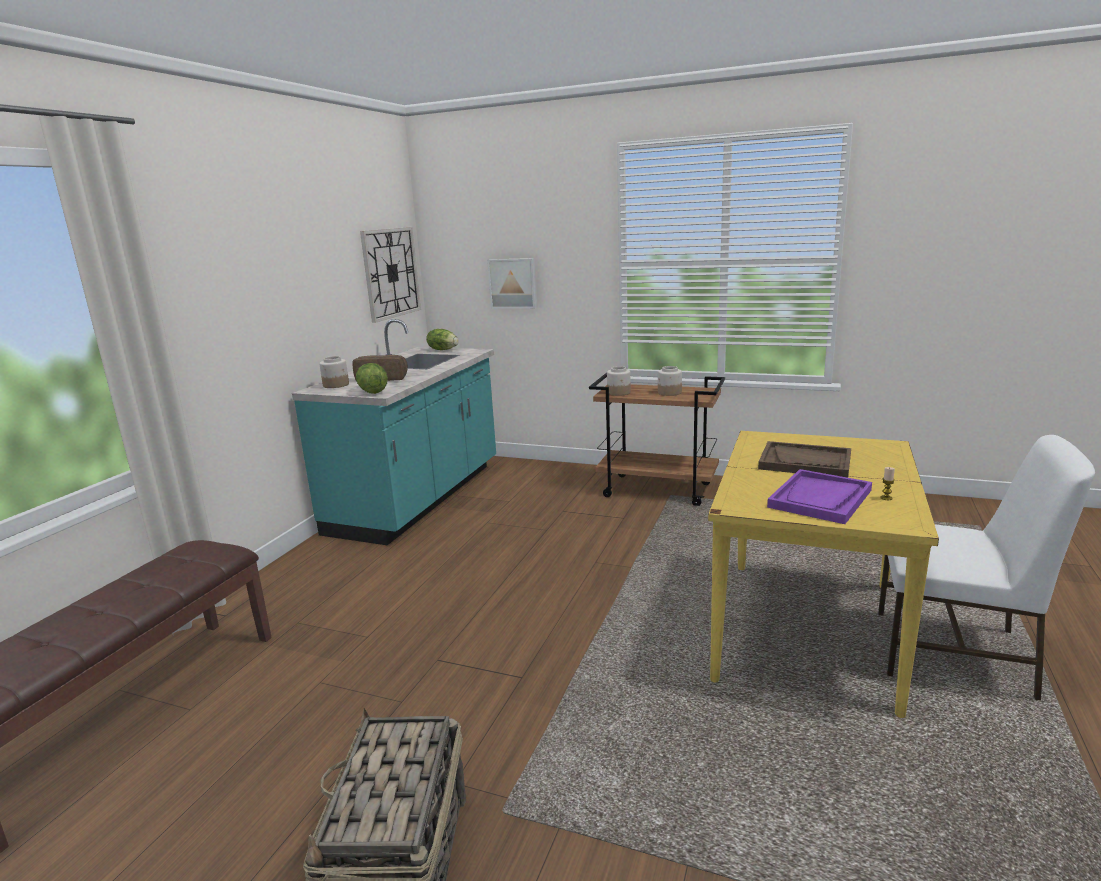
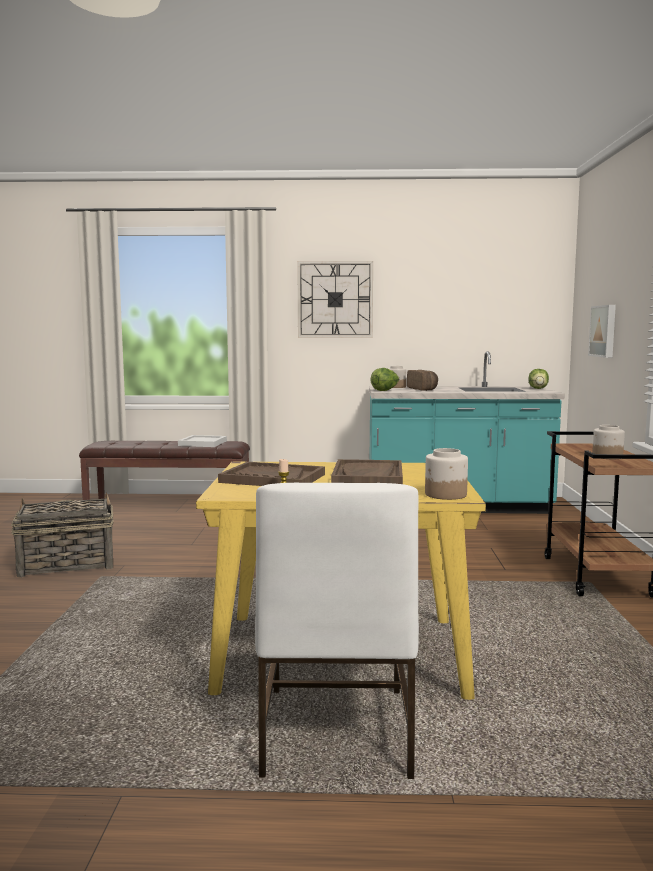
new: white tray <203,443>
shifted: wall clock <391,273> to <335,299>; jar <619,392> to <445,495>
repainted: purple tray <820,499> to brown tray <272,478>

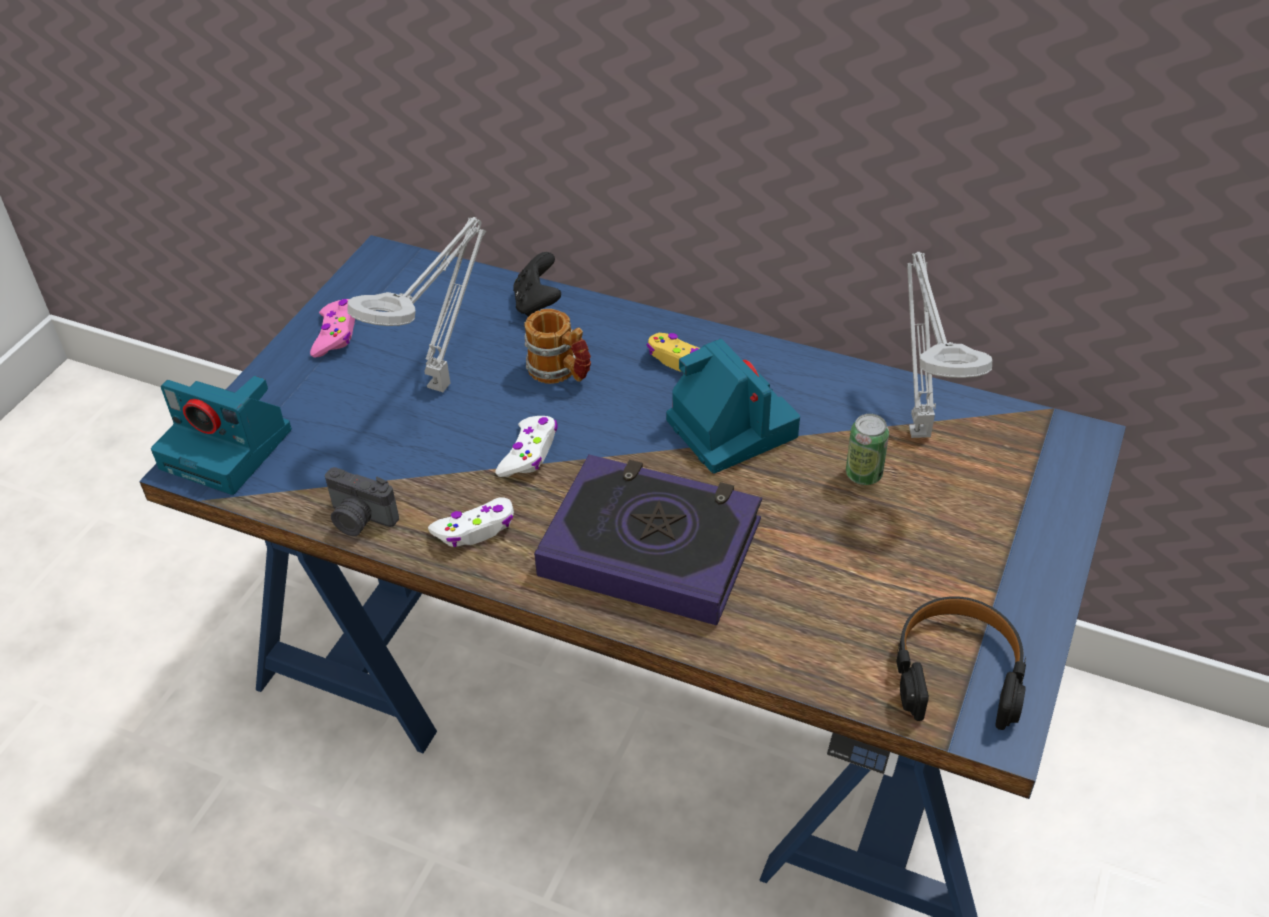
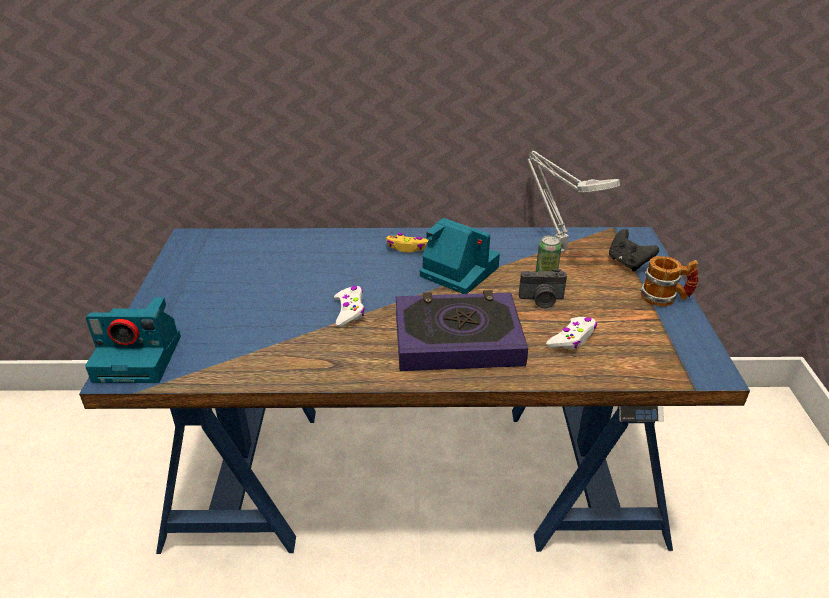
gone: pink game controller <336,334>; grey table lamp <442,383>; black headphones <957,671>
shifted: photo camera <359,519> to <541,300>; white game controller <476,529> to <572,339>; black game controller <537,304> to <628,263>; mug <560,372> to <665,298>

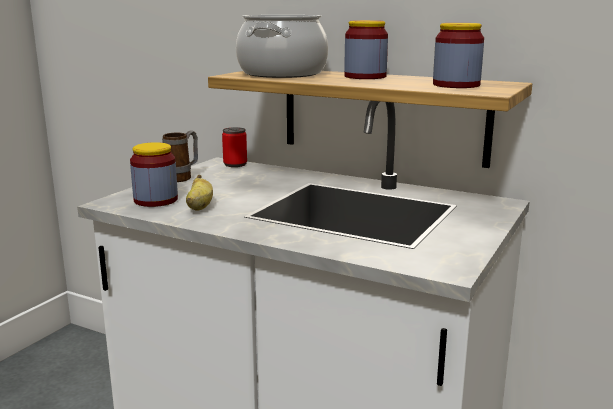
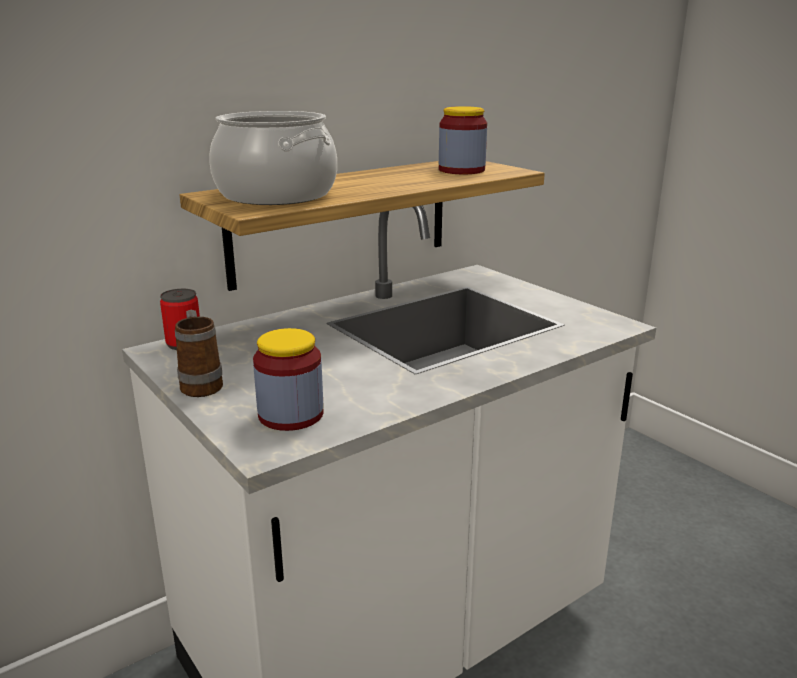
gone: banana <199,207>; jar <365,76>

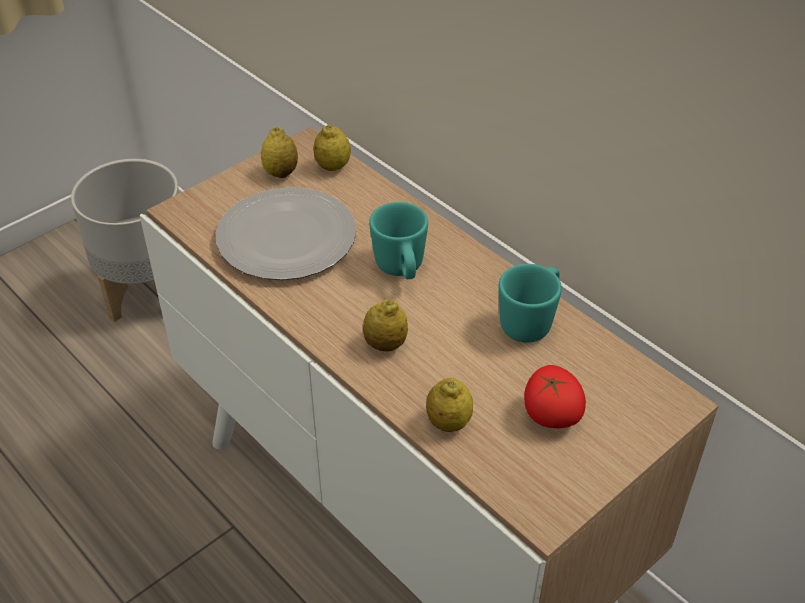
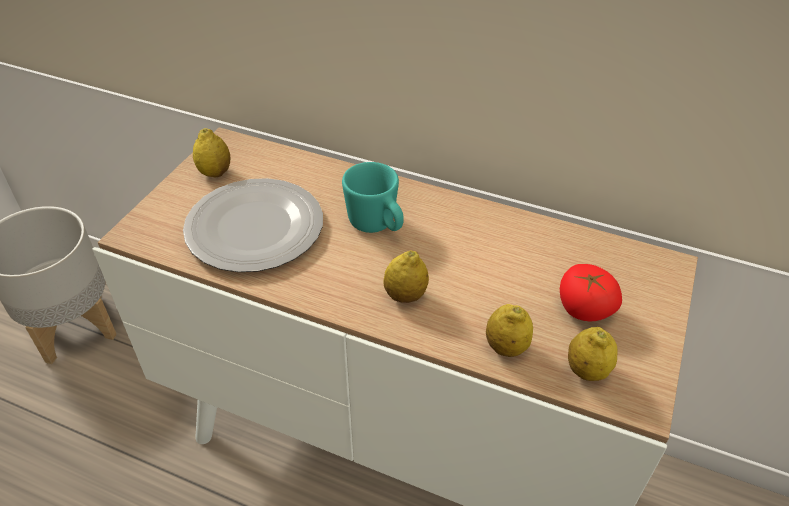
gone: turquoise mug <530,322>
shifted: lemon <333,166> to <586,370>

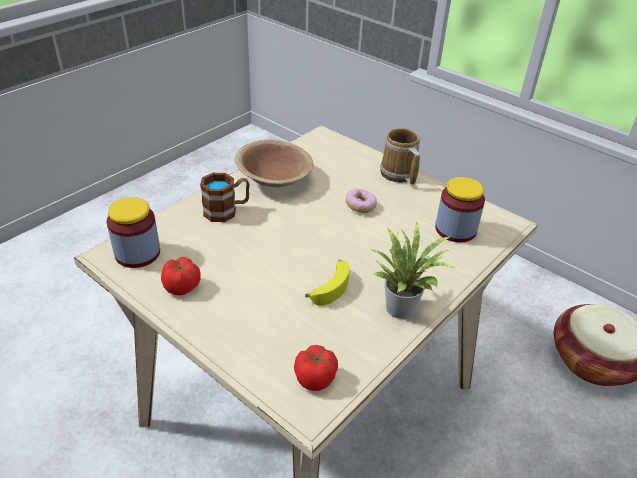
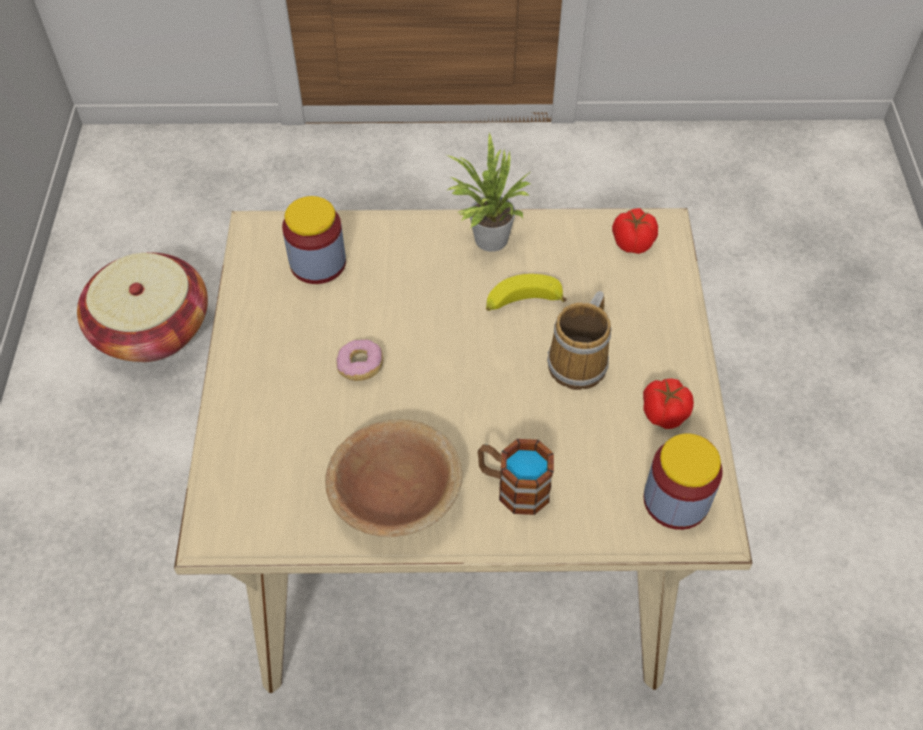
shifted: mug <398,174> to <581,362>

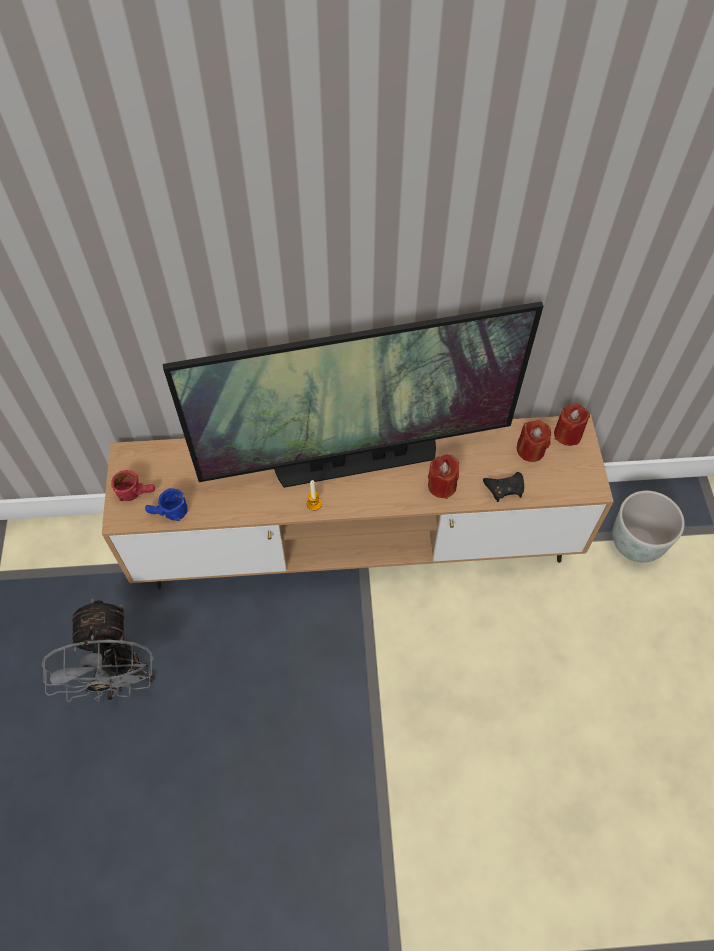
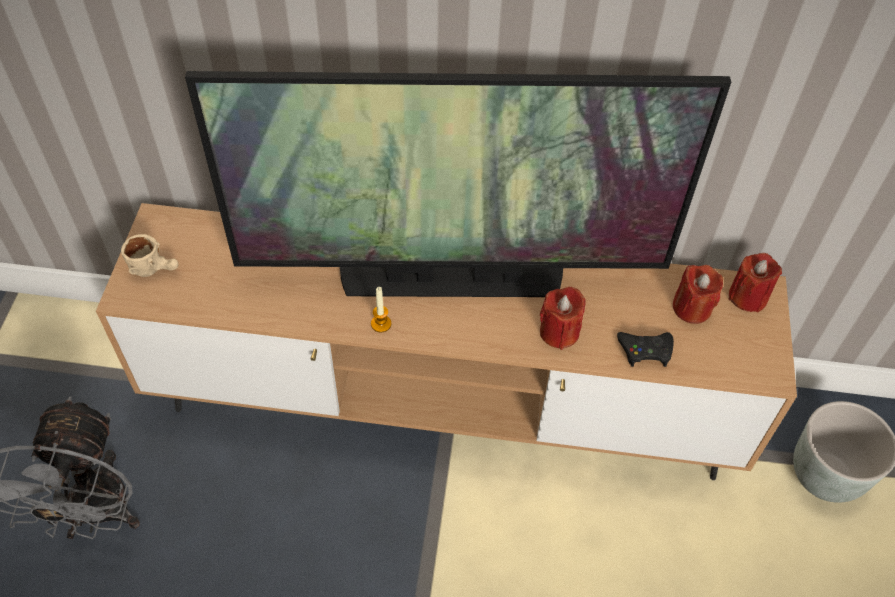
gone: blue mug <168,514>
repainted: red mug <137,492> to beige mug <156,268>

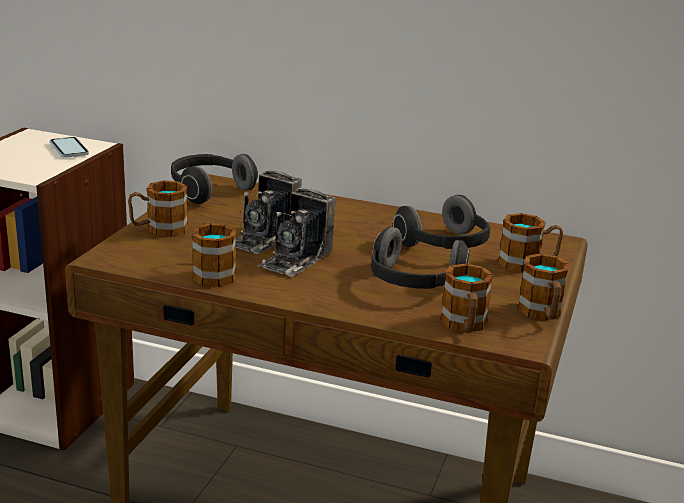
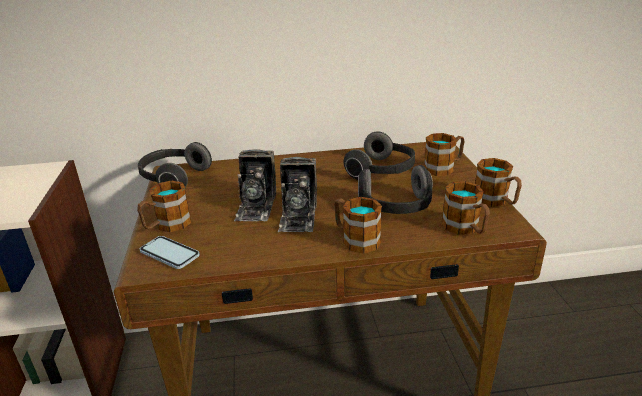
shifted: phone <69,149> to <169,254>; mug <212,273> to <355,239>

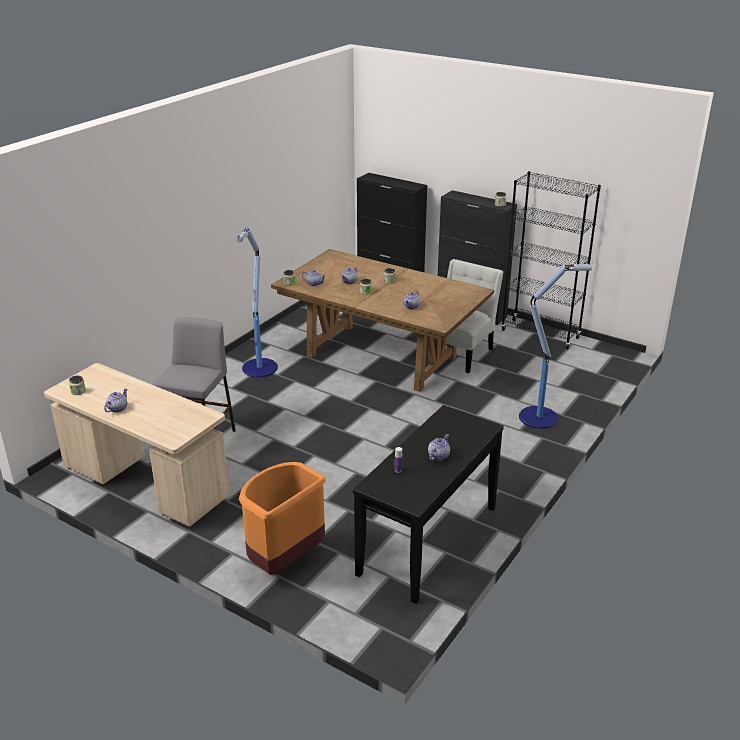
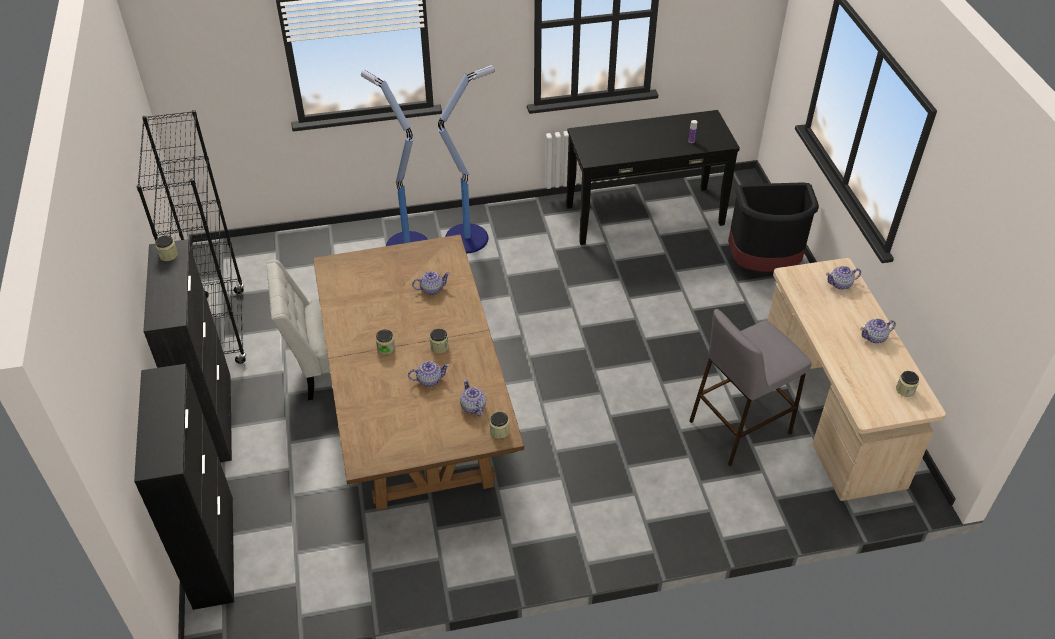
shifted: floor lamp <259,369> to <468,237>; teapot <438,456> to <840,284>
repainted: orange trash can <284,559> to black trash can <764,265>

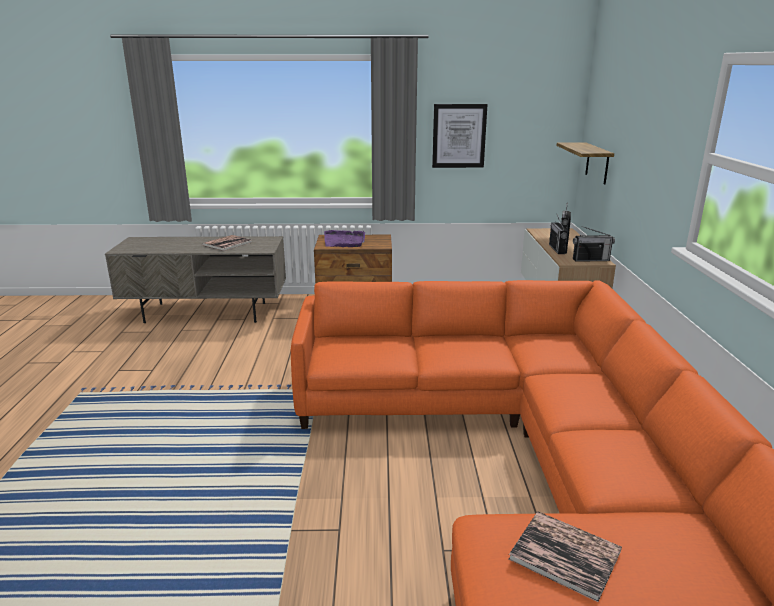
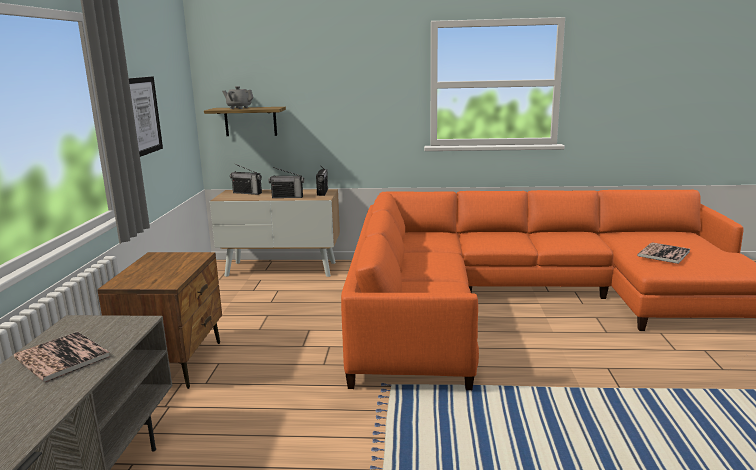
gone: purple tray <344,241>
new: grey teapot <239,108>

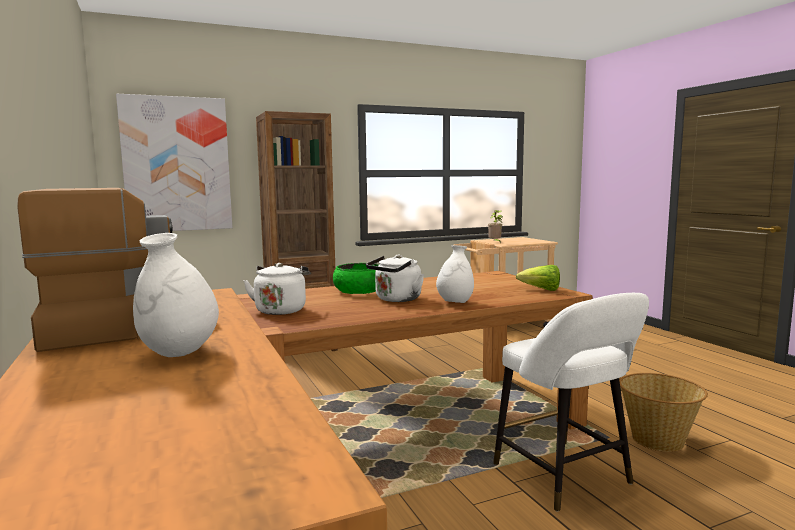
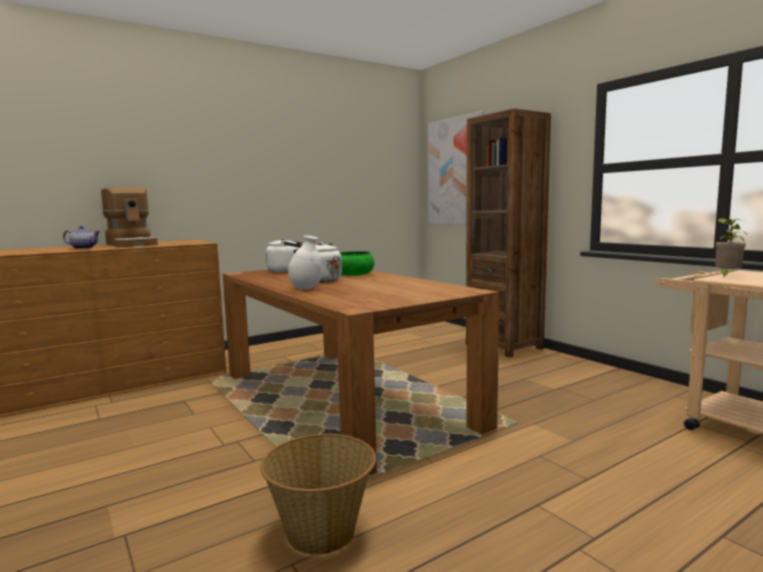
gone: white stool <566,477>; lettuce <541,290>
swapped: white vase <179,353> to teapot <84,248>

